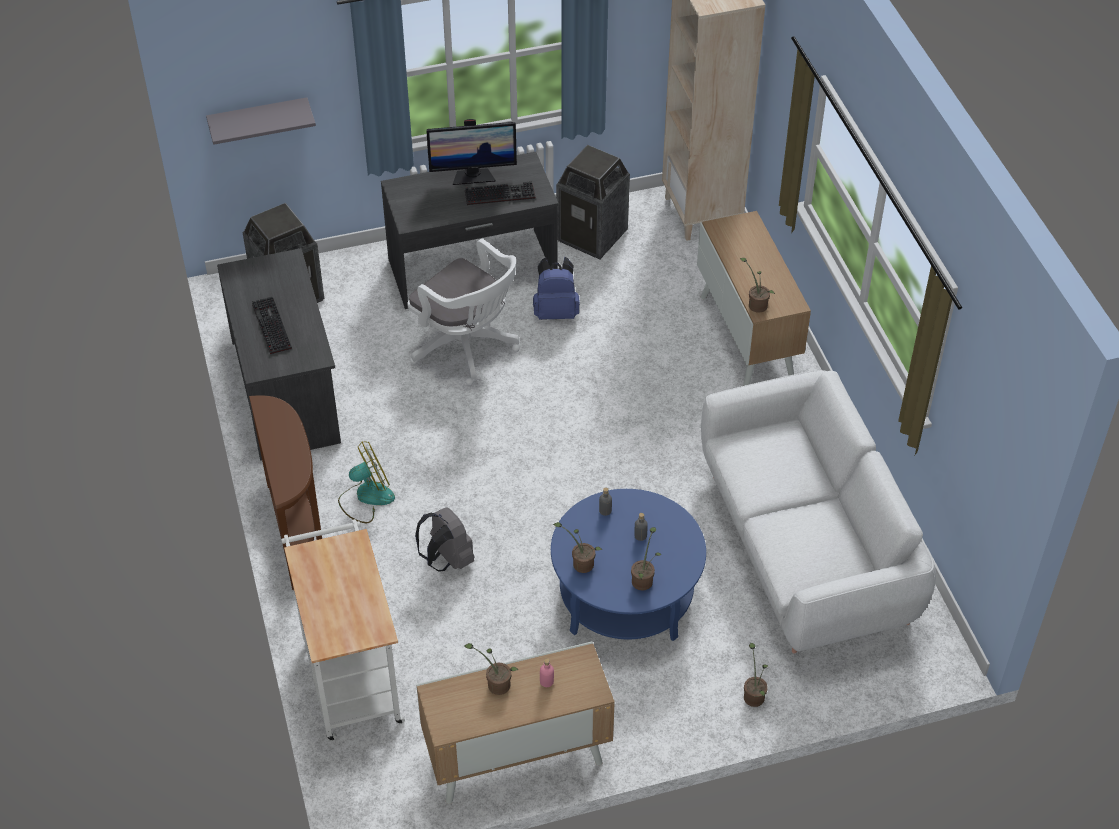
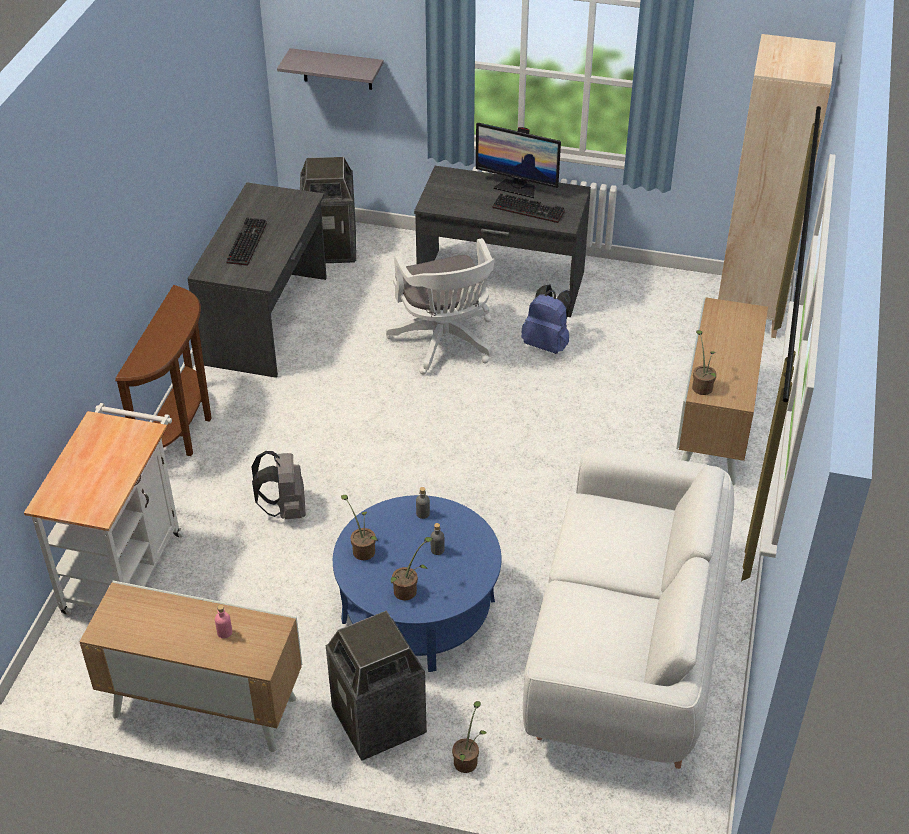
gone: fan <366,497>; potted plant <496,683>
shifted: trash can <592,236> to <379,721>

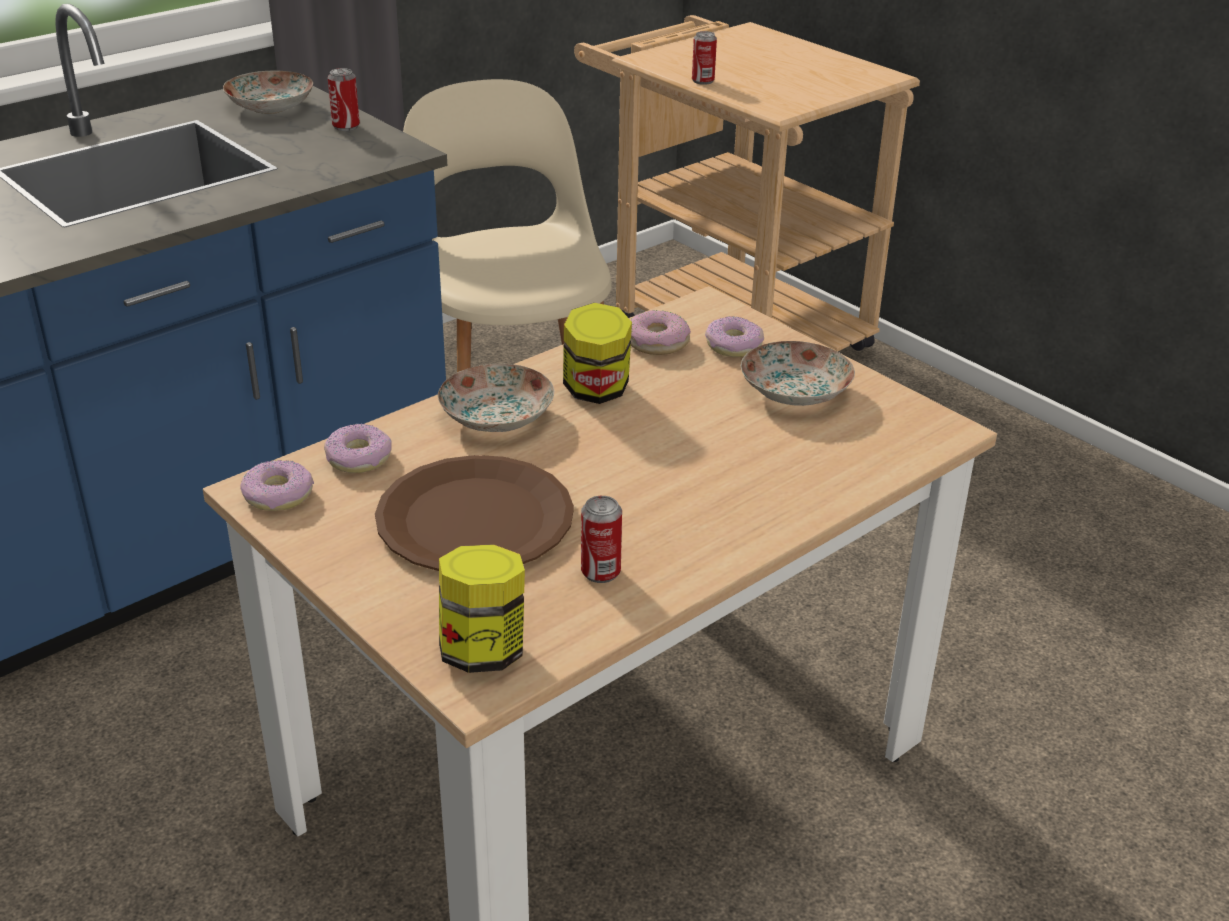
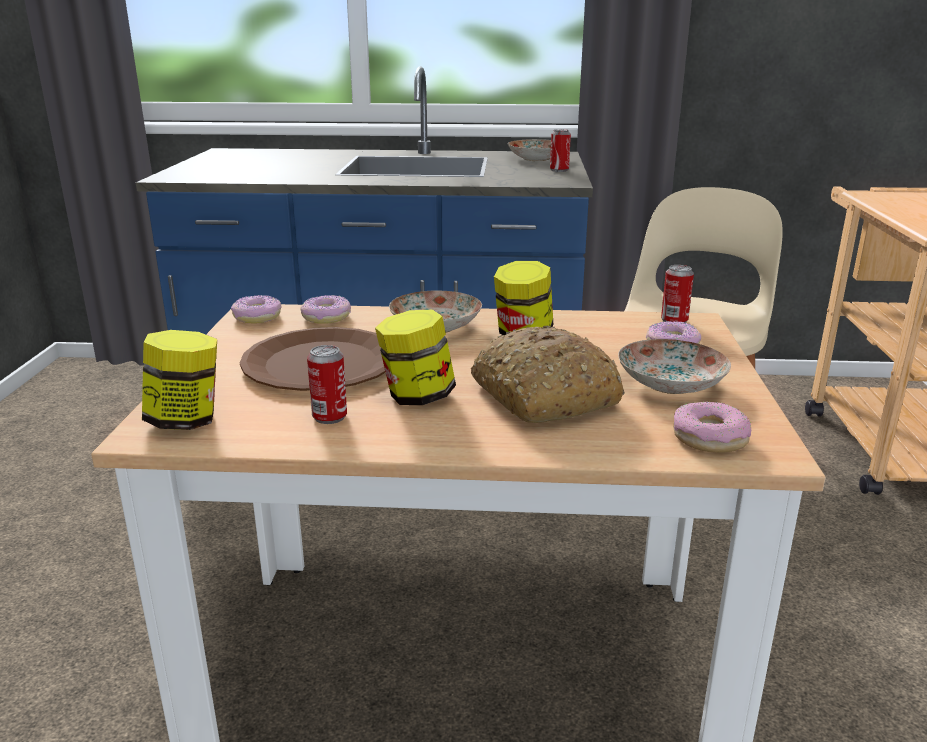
new: jar <417,397>; bread <542,396>
shifted: can <703,81> to <674,321>; donut <657,342> to <709,438>

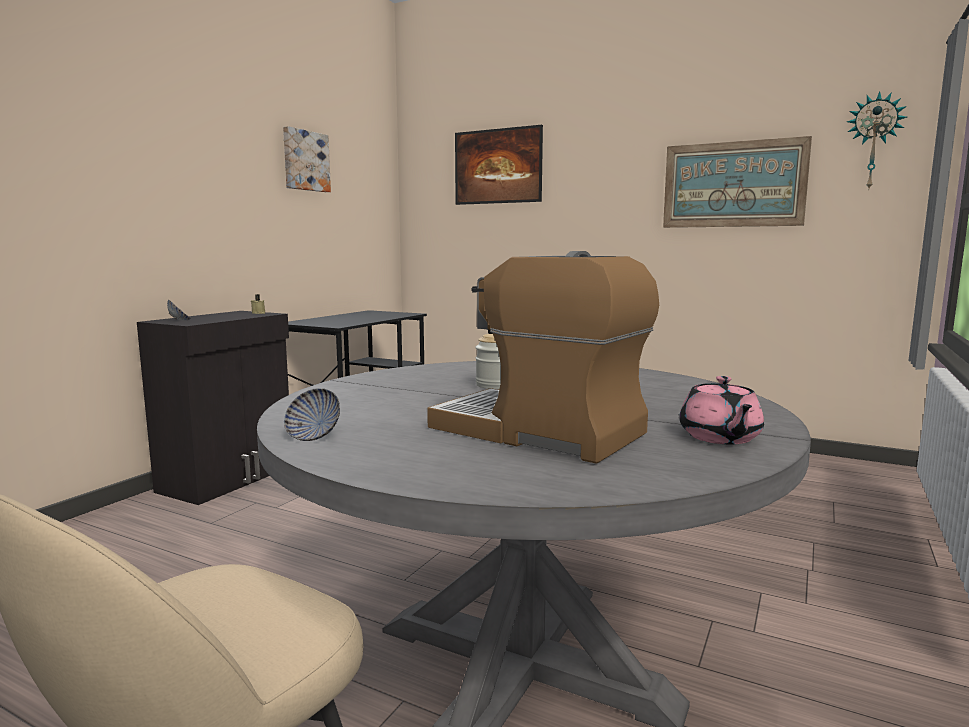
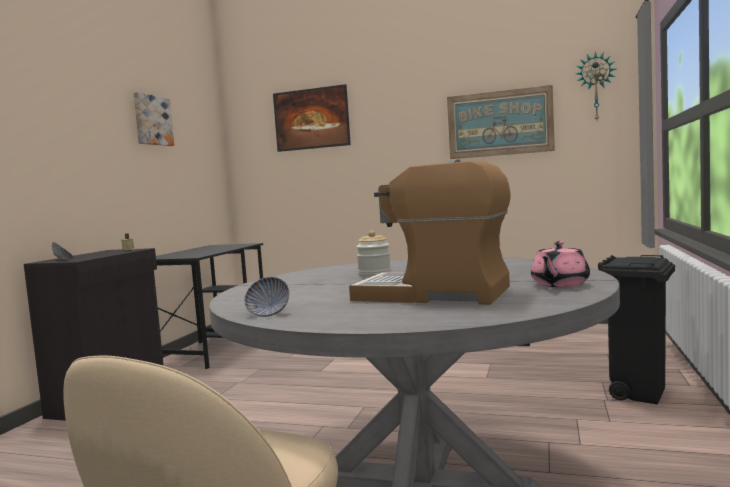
new: black trash can <639,393>
rotated: pink teapot <720,438> = <559,285> 45 degrees clockwise

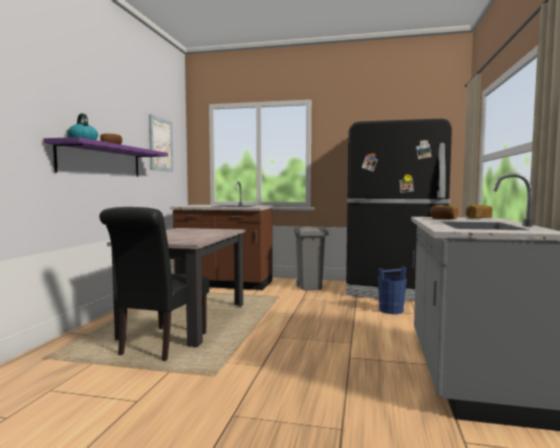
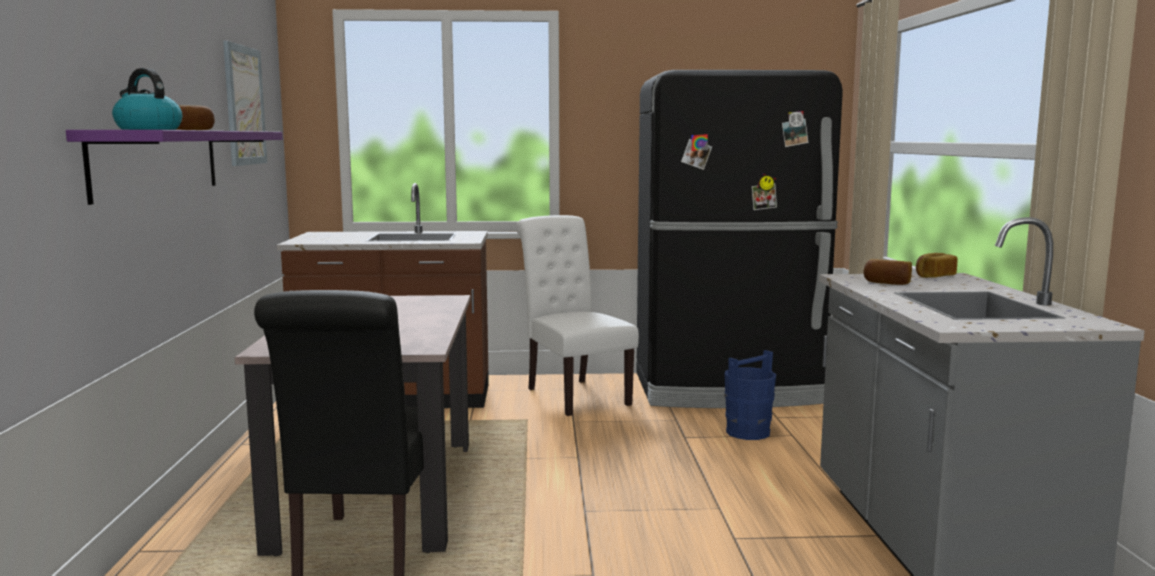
swapped: grey trash can <310,288> to white chair <573,395>

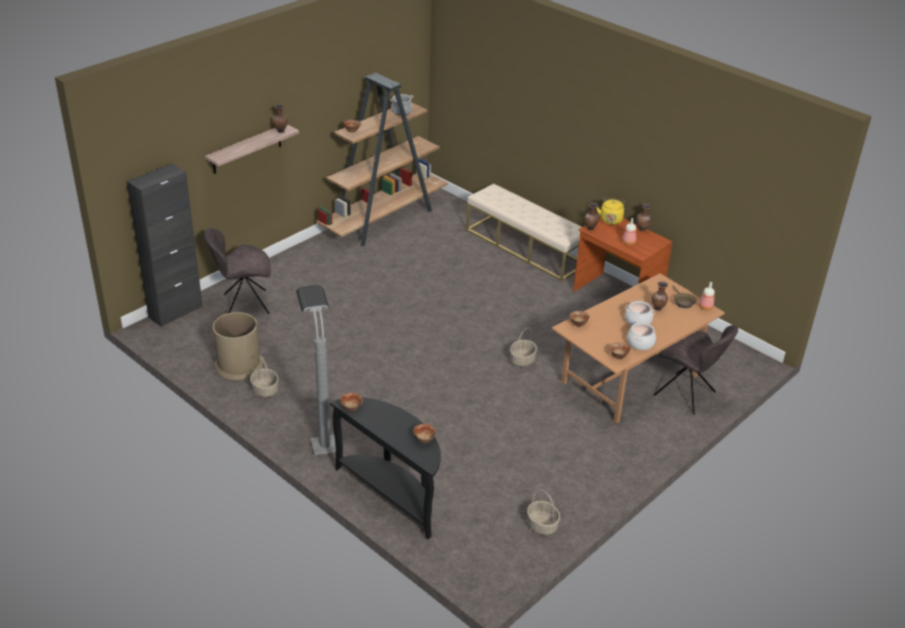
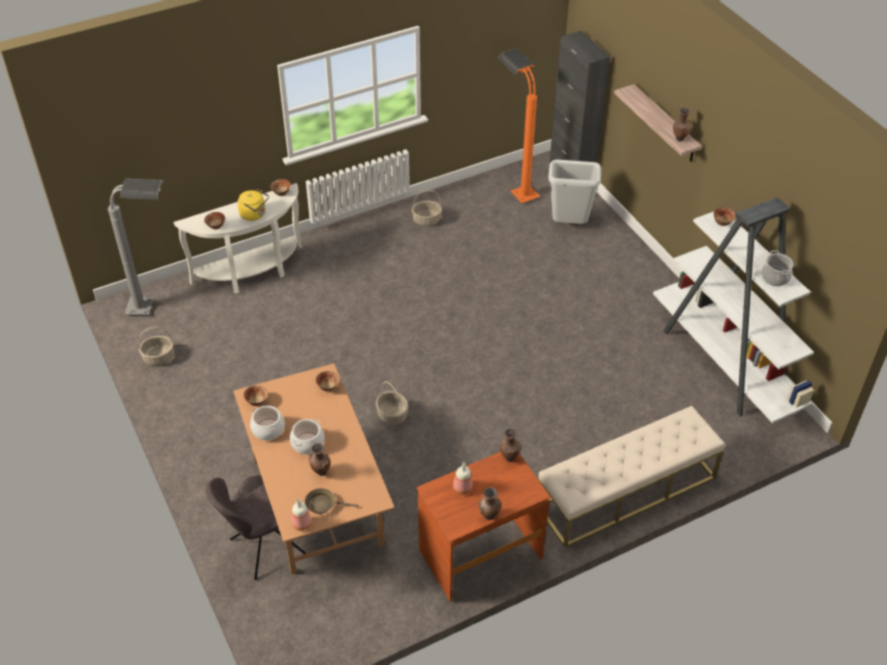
gone: brown trash can <238,364>
new: orange floor lamp <516,187>
shifted: grey floor lamp <321,435> to <157,308>; yellow kettle <610,219> to <254,214>
swapped: grey chair <244,304> to grey trash can <569,224>
repainted: black console table <393,494> to white console table <252,273>; brown bookcase <384,219> to white bookcase <724,364>

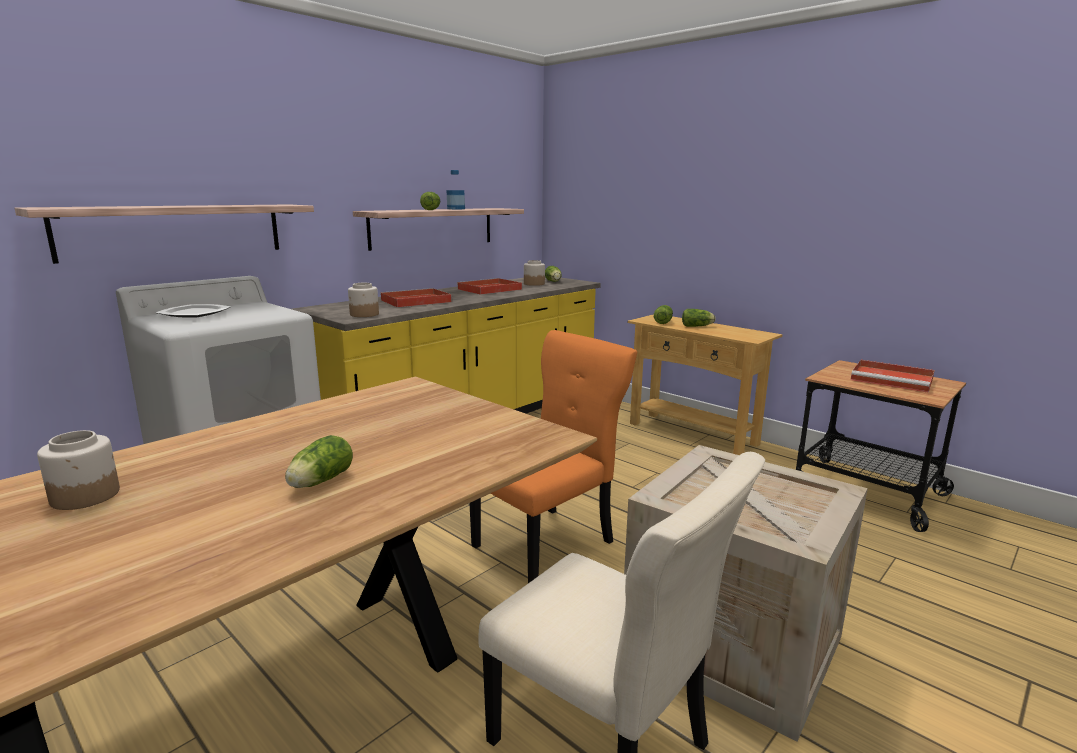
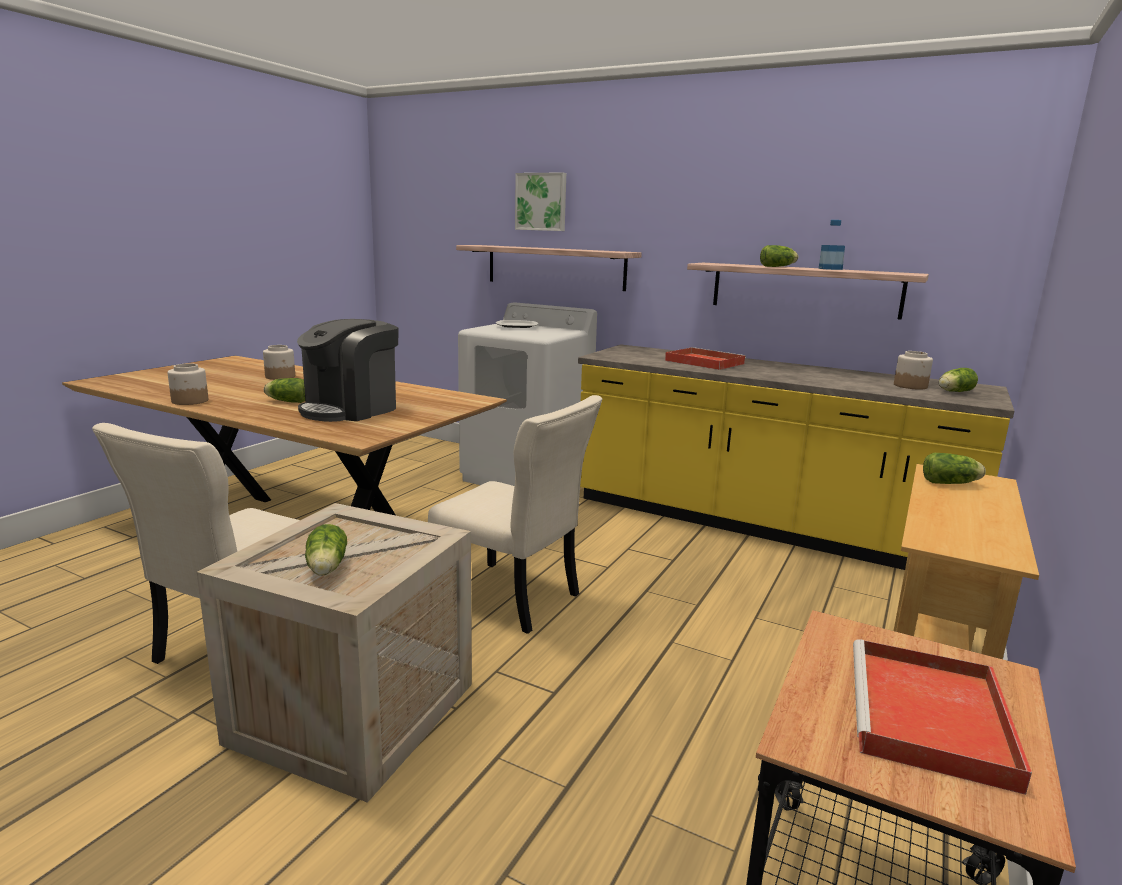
gone: red tray <488,289>
new: coffee machine <351,409>; picture <541,202>
shifted: jar <364,314> to <189,401>; lettuce <698,326> to <326,569>
repainted: orange chair <548,542> to beige chair <512,598>

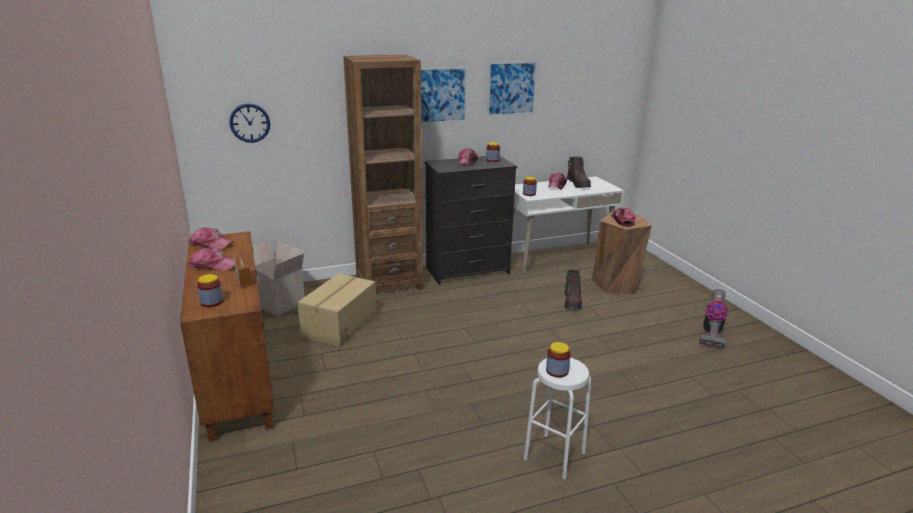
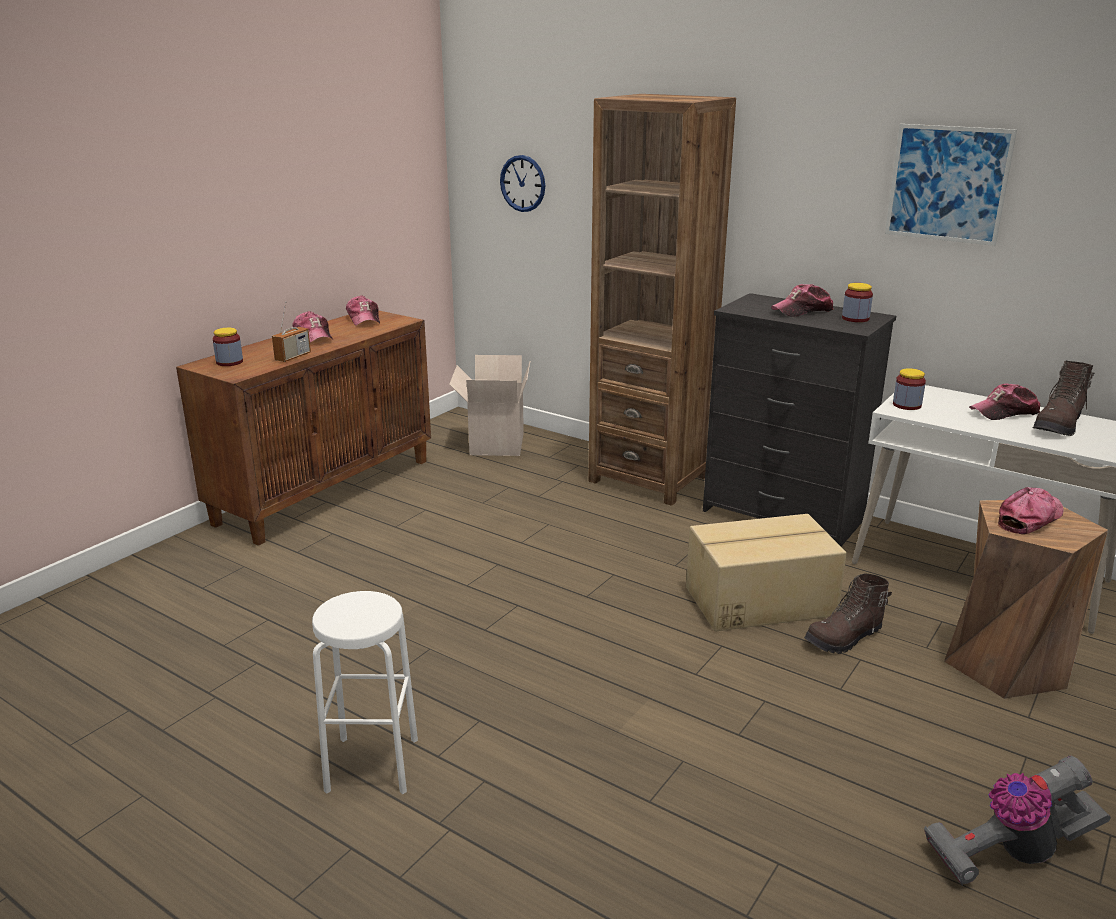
gone: picture <440,95>; jar <557,371>
shifted: cardboard box <339,325> to <758,600>

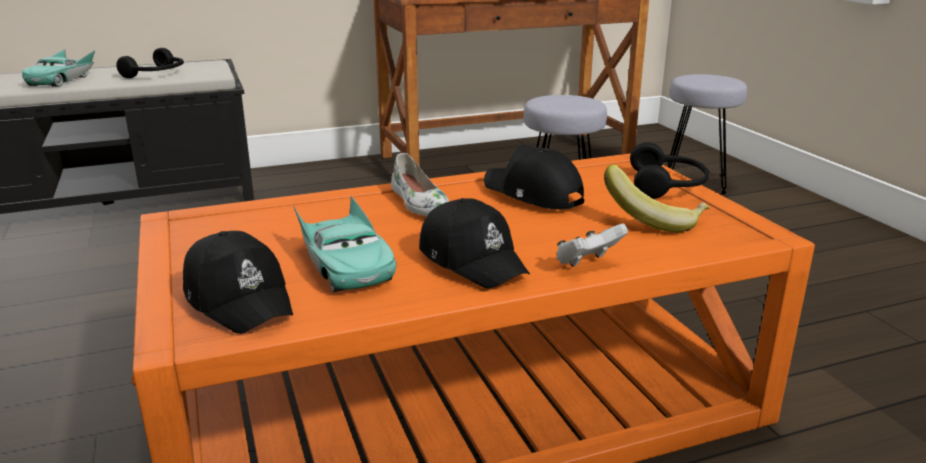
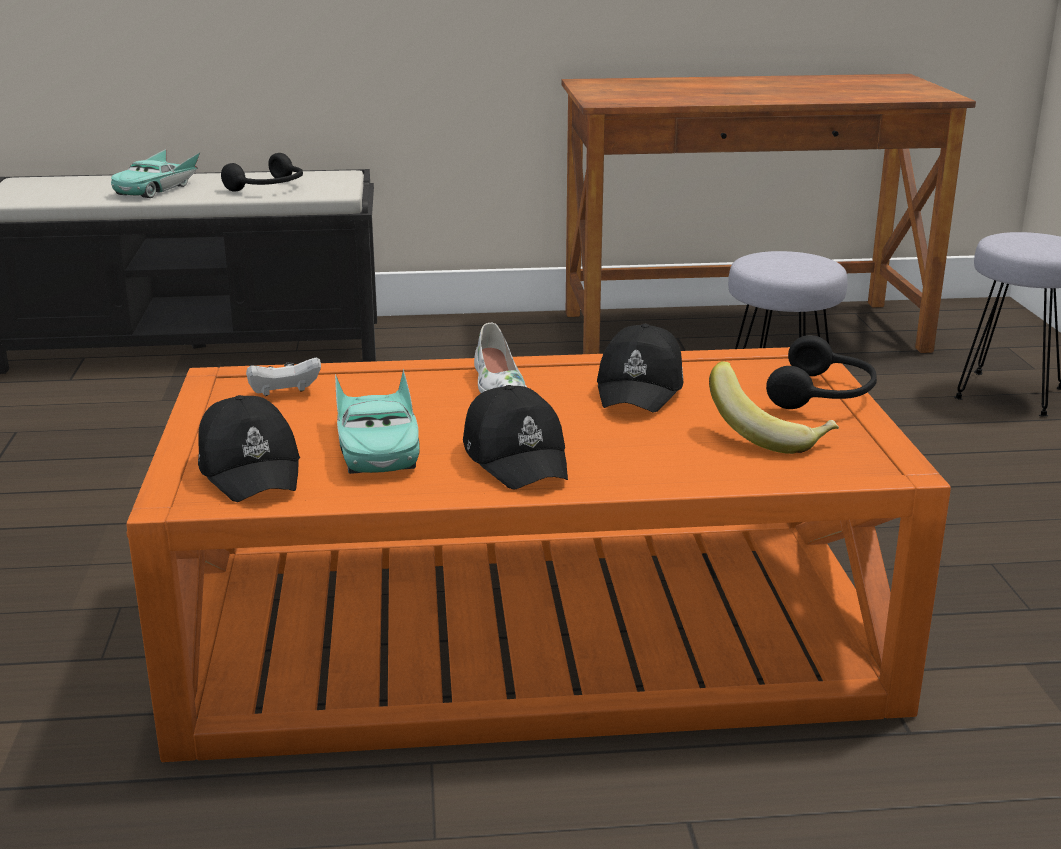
shifted: white game controller <587,262> to <284,394>
rotated: black cap <532,194> = <641,388> 135 degrees counterclockwise

